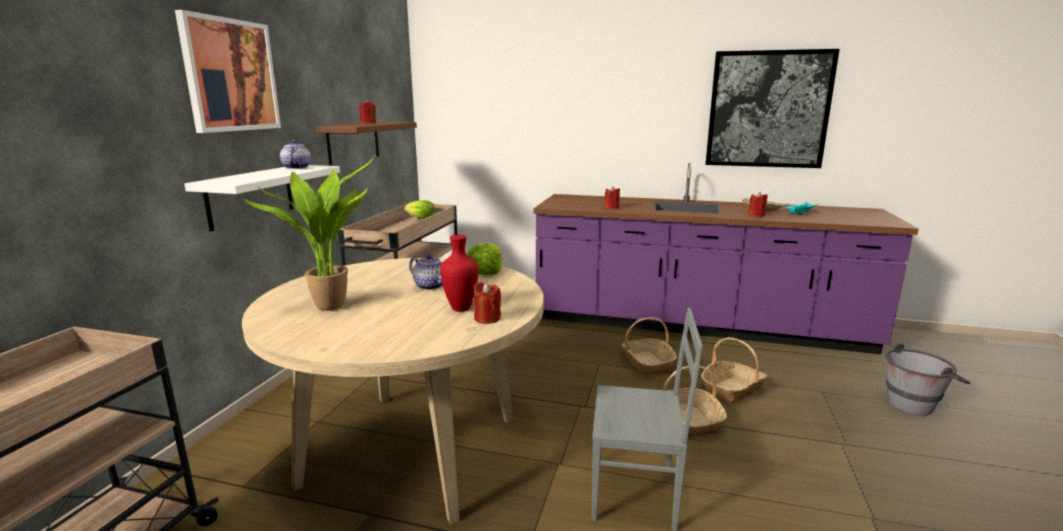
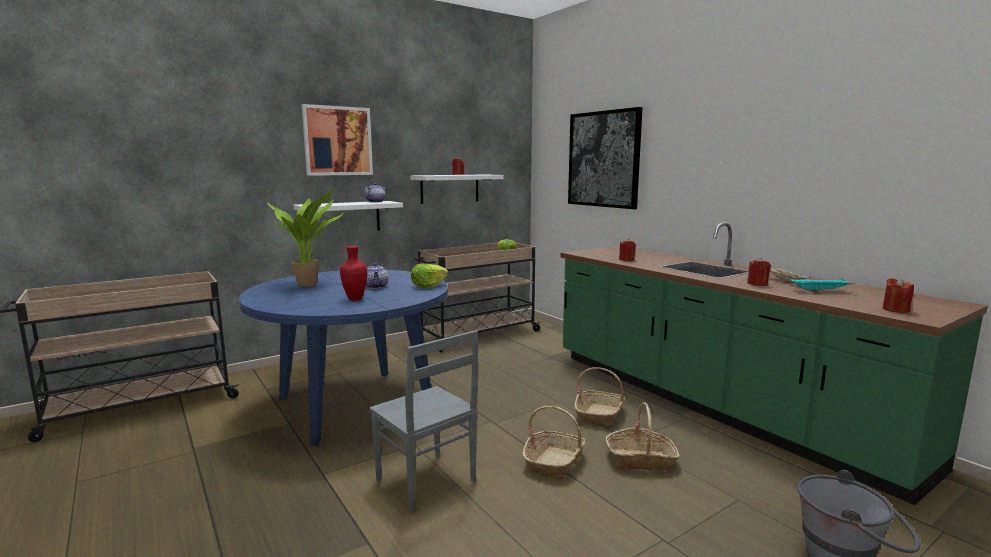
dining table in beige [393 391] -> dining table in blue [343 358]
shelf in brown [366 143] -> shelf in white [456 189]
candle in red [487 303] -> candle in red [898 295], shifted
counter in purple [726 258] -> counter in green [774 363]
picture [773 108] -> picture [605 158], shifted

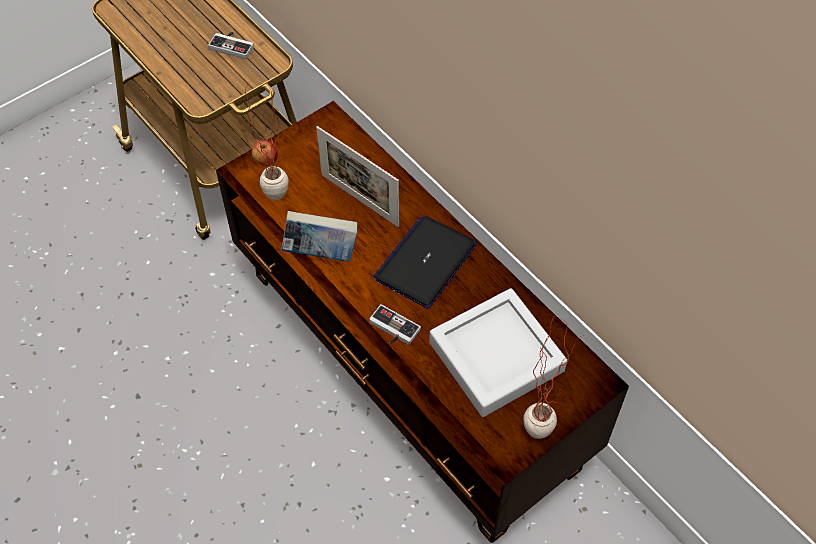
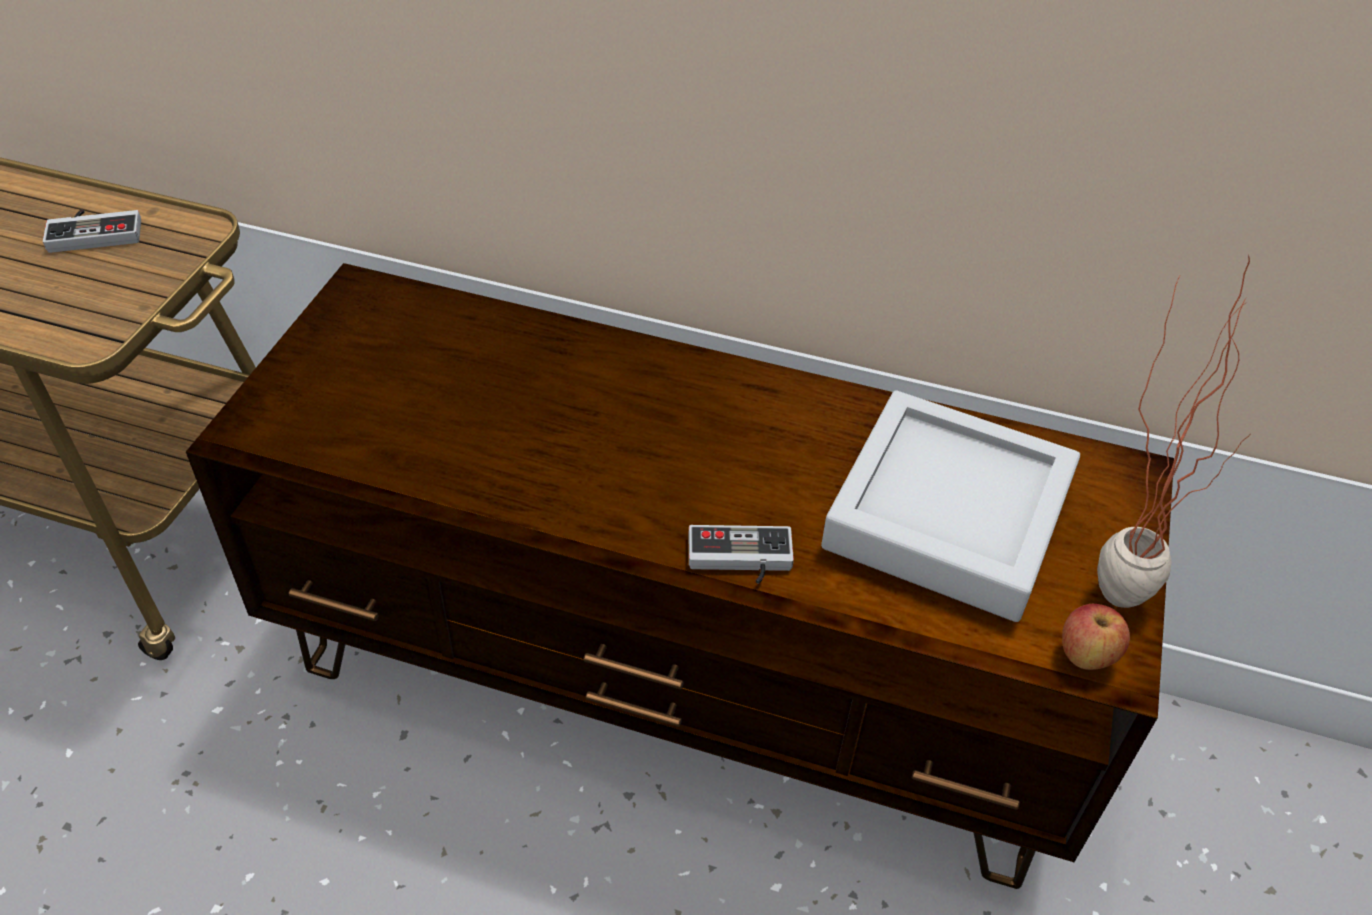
potted plant [260 140] -> none
apple [265 153] -> apple [1096 637], shifted
book [319 236] -> none
picture frame [357 176] -> none
laptop [425 262] -> none

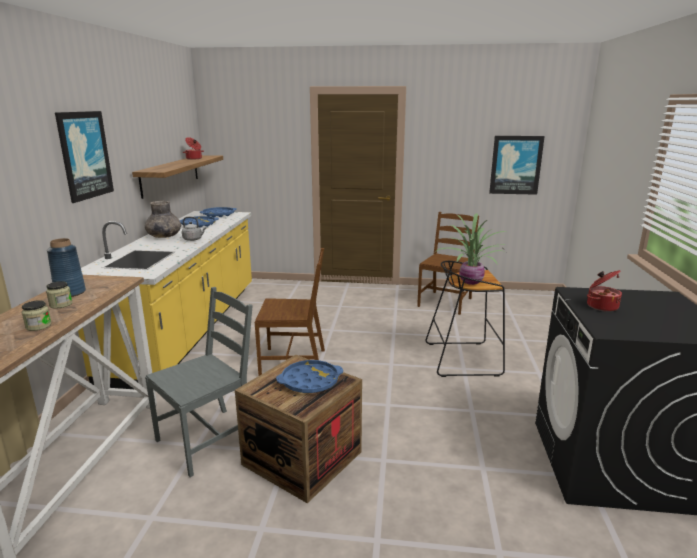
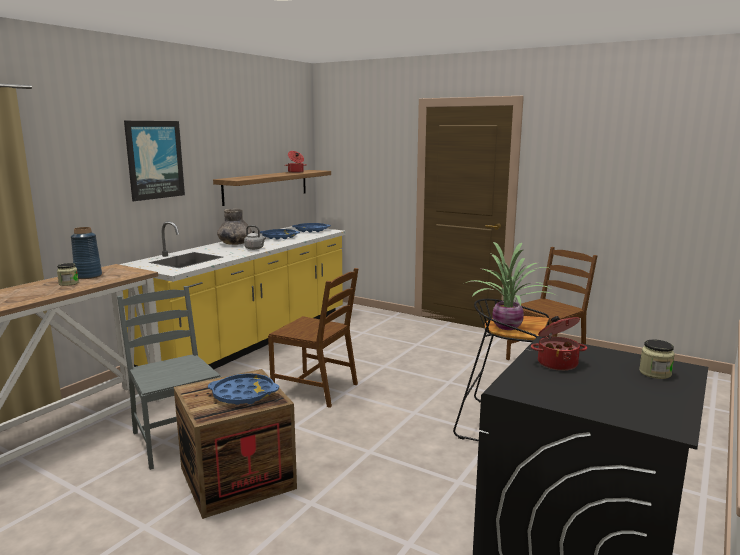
jar [36 315] -> jar [657 359], shifted
chair in grey [199 382] -> chair in grey [169 378], 105 degrees counterclockwise
picture [517 165] -> none

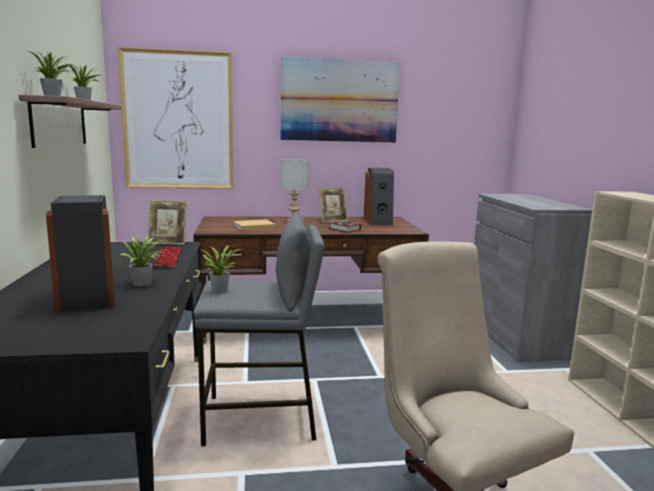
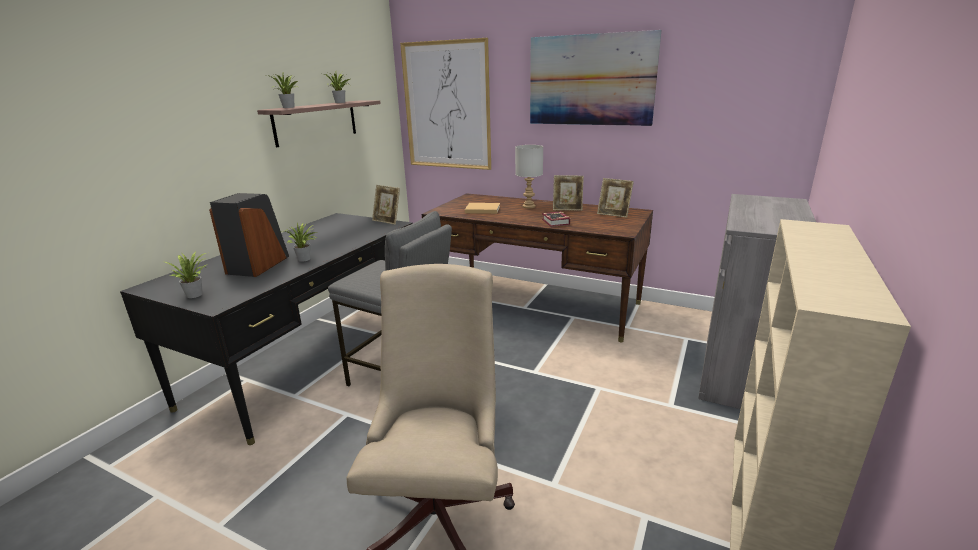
keyboard [167 256] -> none
potted plant [222 269] -> potted plant [186 275], shifted
speaker [379 197] -> picture frame [615 198]

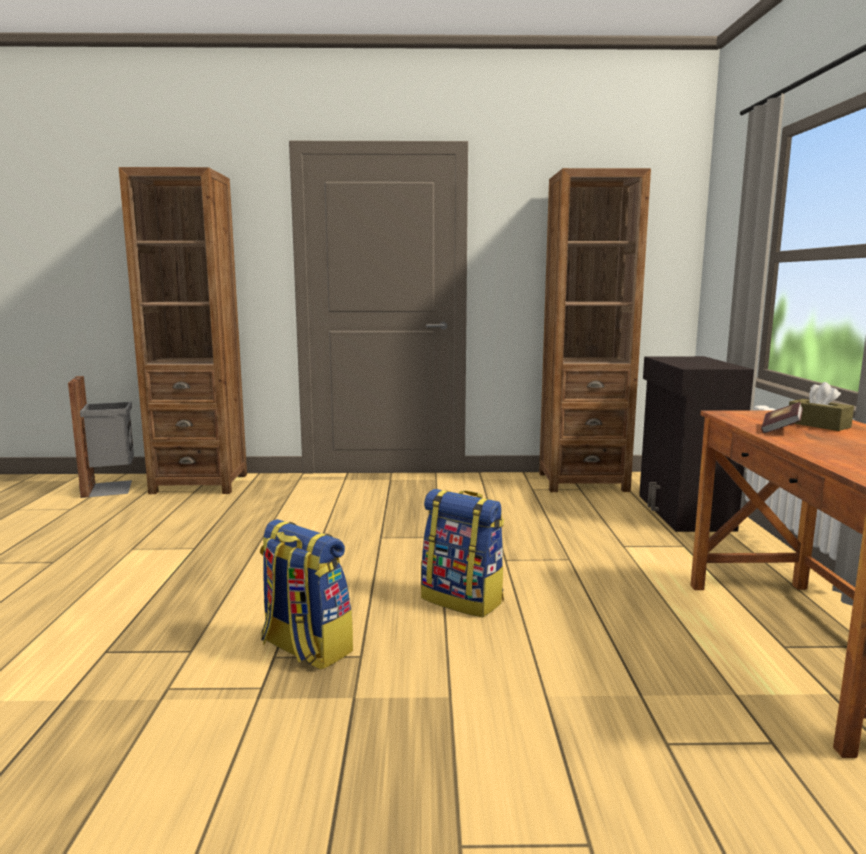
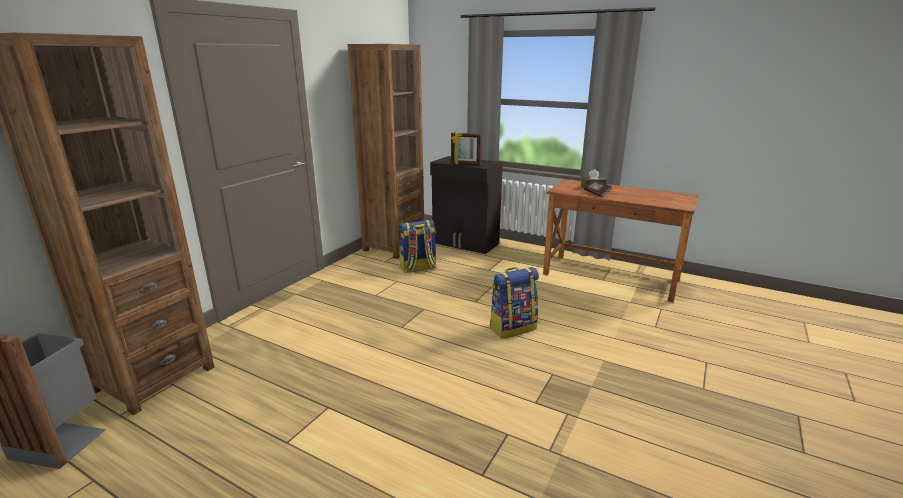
backpack [306 594] -> backpack [418 246], shifted
none -> picture frame [466 149]

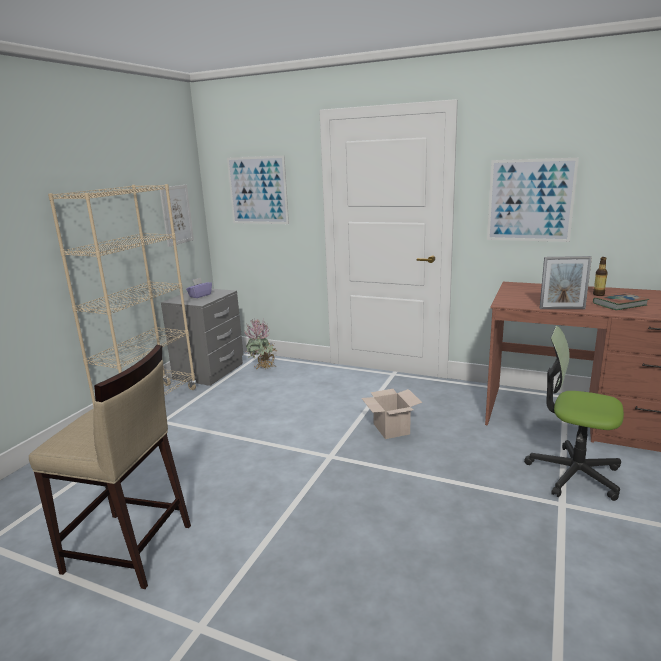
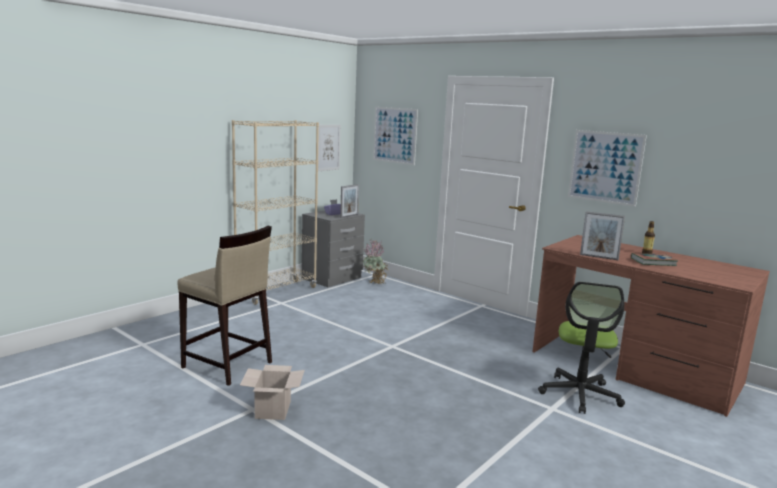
cardboard box [391 414] -> cardboard box [272 392], shifted
office chair [574 413] -> office chair [581 348], 120 degrees counterclockwise
none -> picture frame [349 201]

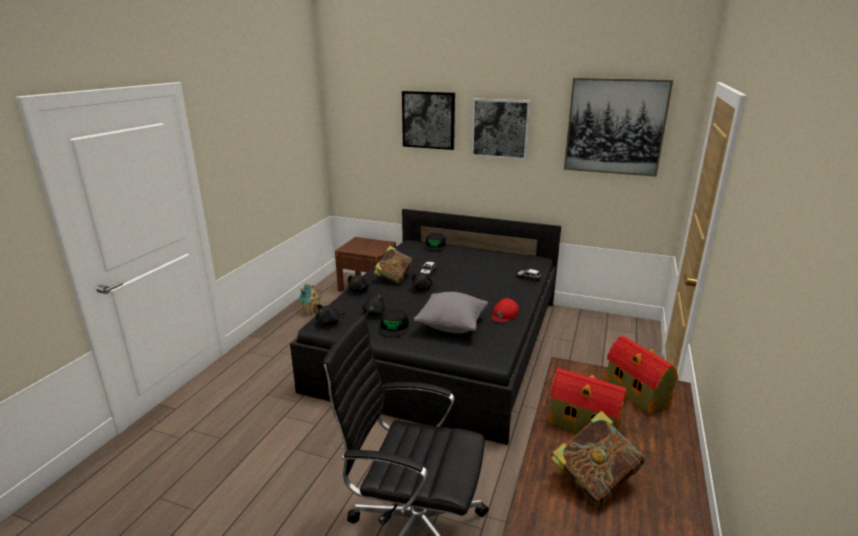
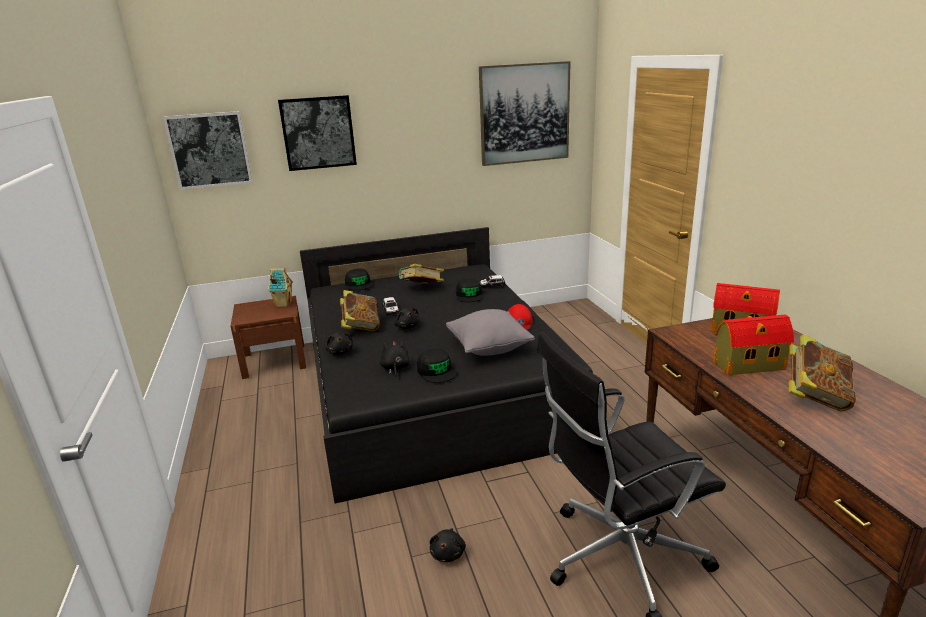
toy house [310 298] -> toy house [280 287], shifted
plush toy in black [330 314] -> plush toy in black [448 545], shifted
picture [501 129] -> picture [208 150], shifted
none -> book [421 274]
none -> cap in black [470 290]

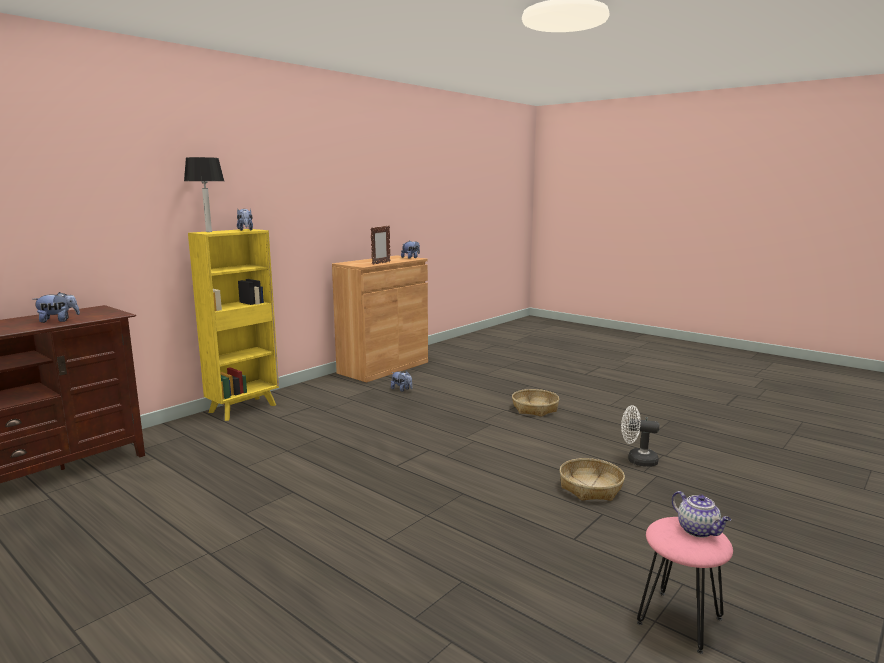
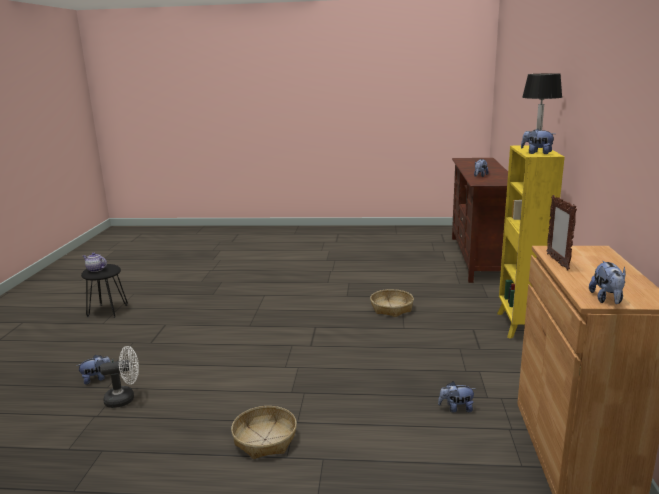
basket [592 479] -> basket [392 303], shifted
stool in pink [685 585] -> stool in black [104 291]
none -> plush toy [94 370]

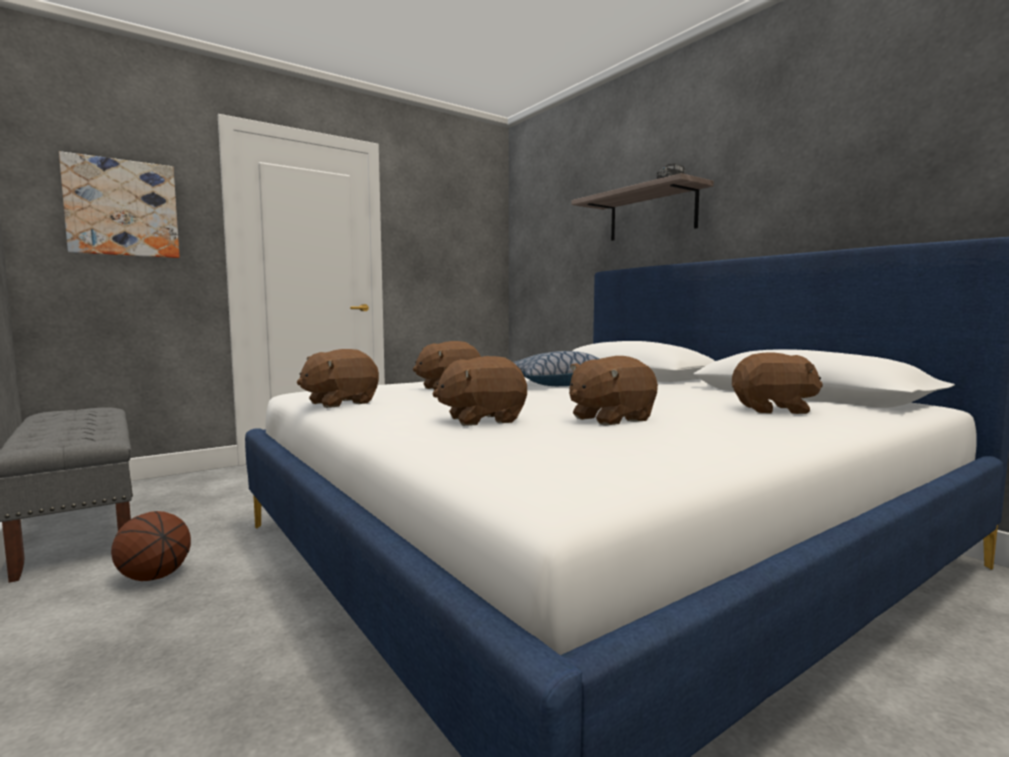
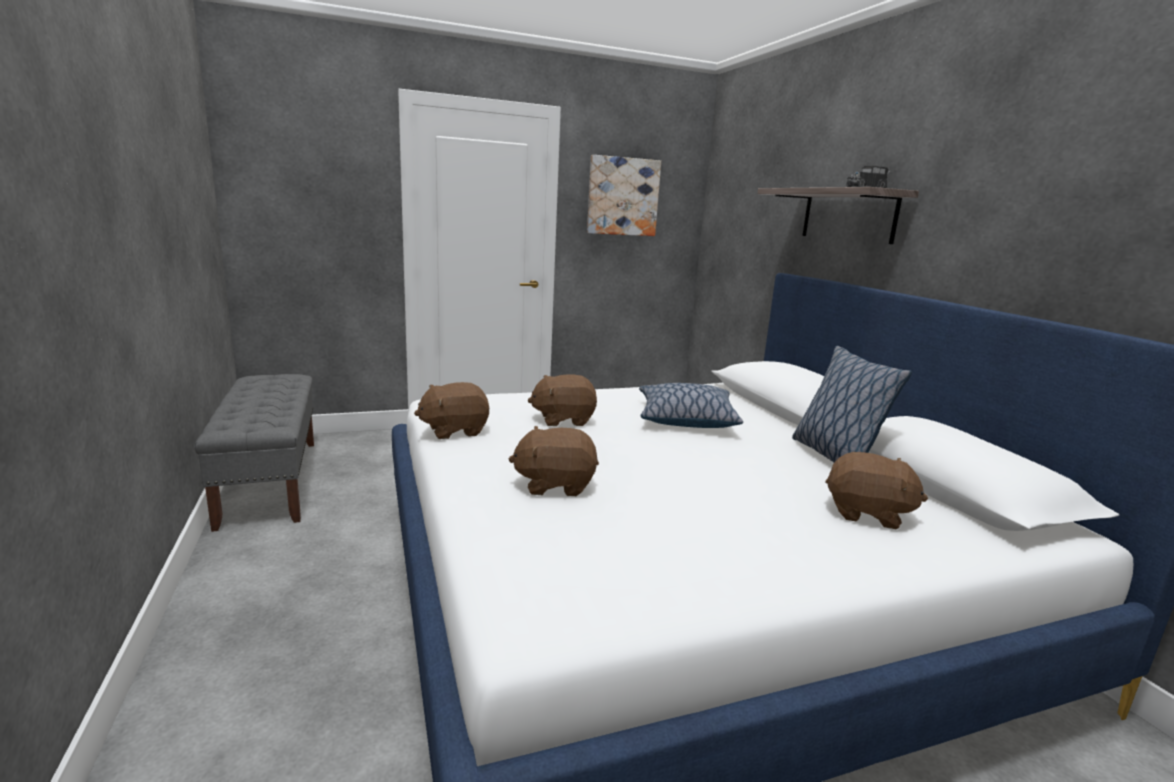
picture [119 204] -> picture [624 195], shifted
basketball [151 546] -> none
plush toy in brown [613 391] -> none
none -> pillow [852 404]

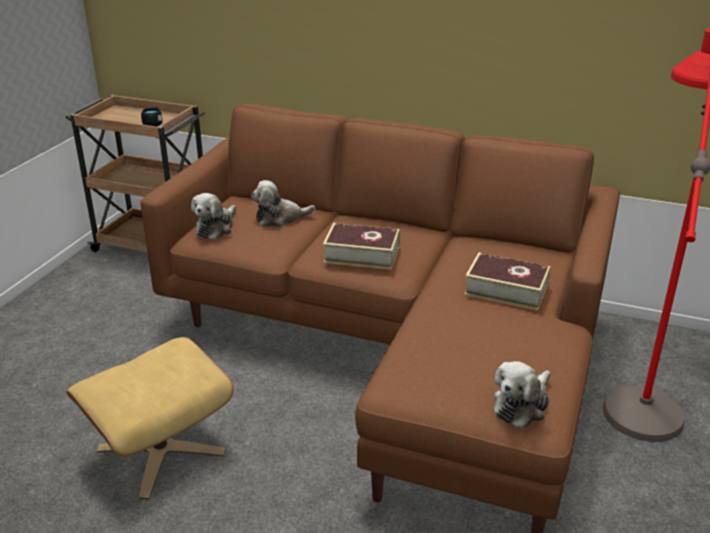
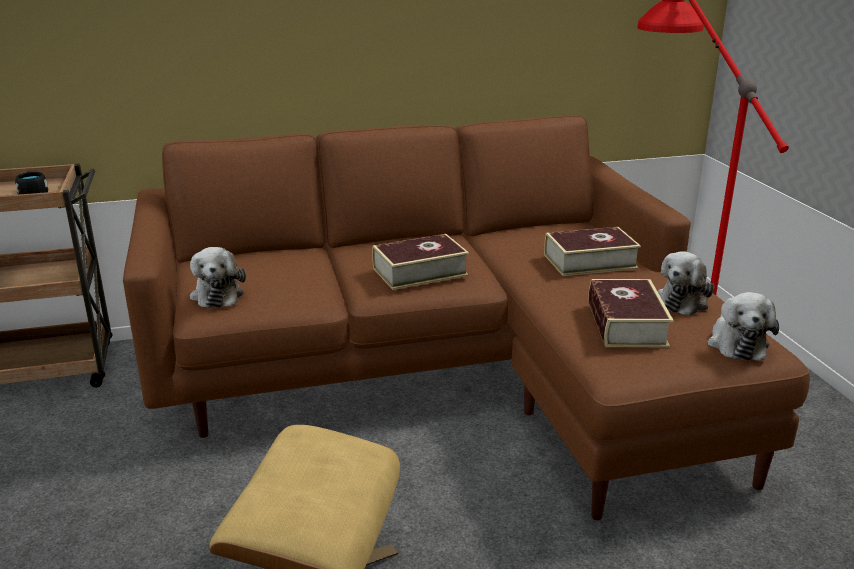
plush toy [283 203] -> plush toy [686 283], shifted
none -> book [631 313]

